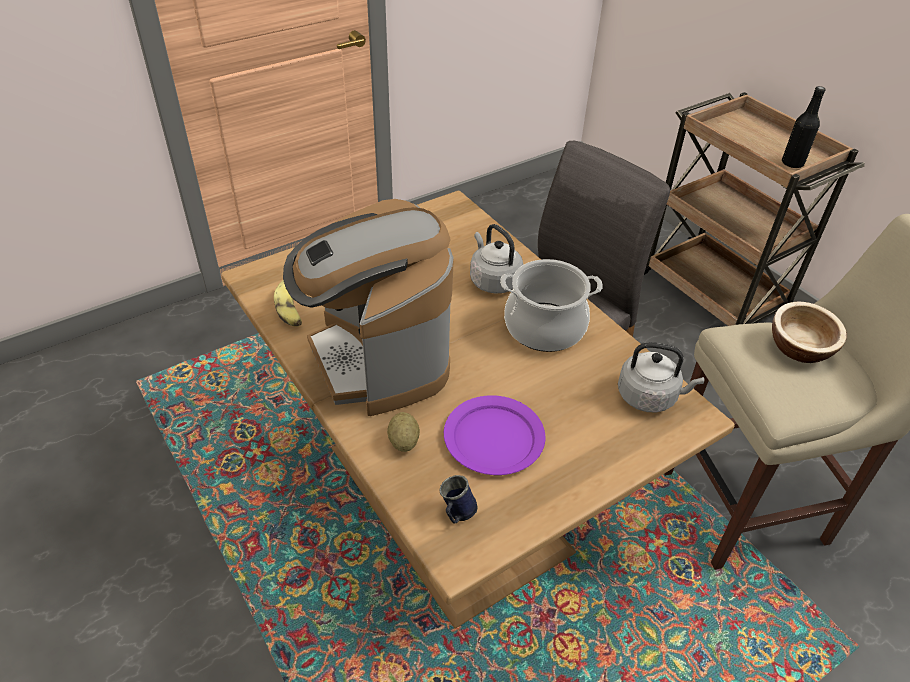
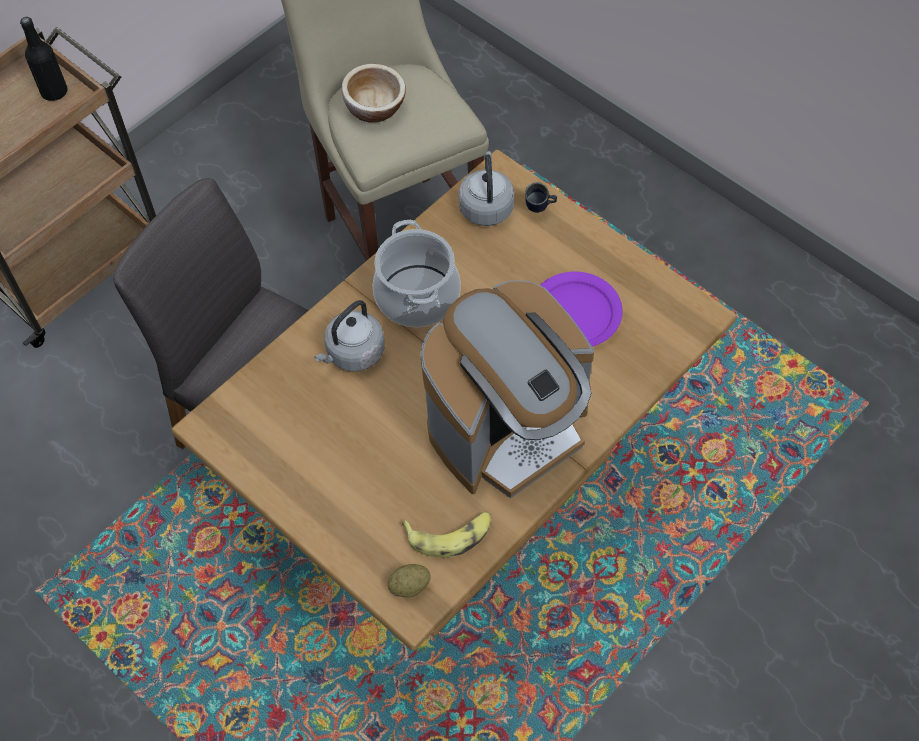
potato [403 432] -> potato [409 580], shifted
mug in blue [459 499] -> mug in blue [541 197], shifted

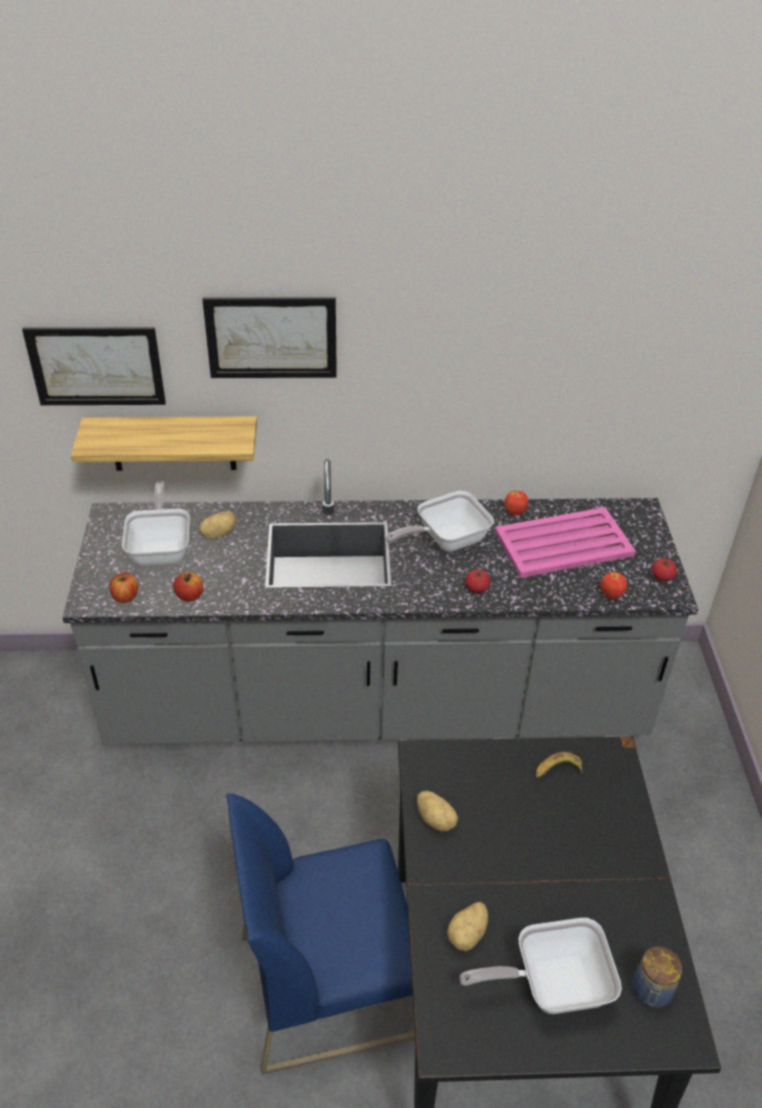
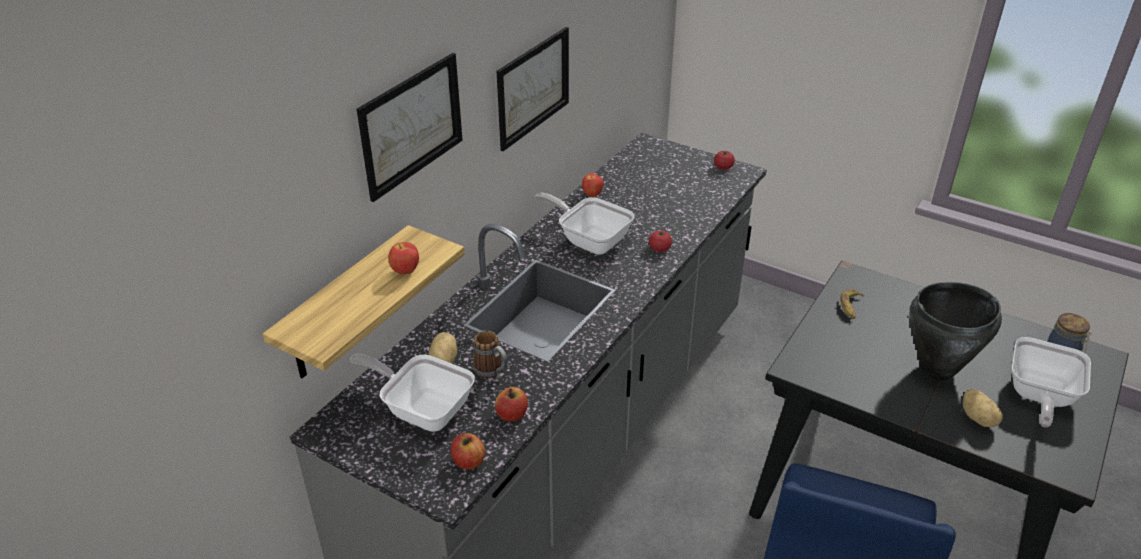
picture [94 366] -> picture [533 89], shifted
frying pan [440 521] -> frying pan [584 224], 120 degrees clockwise
potato [437 811] -> none
tray in pink [565 542] -> none
apple [613 585] -> apple [403 258], shifted
none -> mug [490 354]
none -> cooking pot in black [955 331]

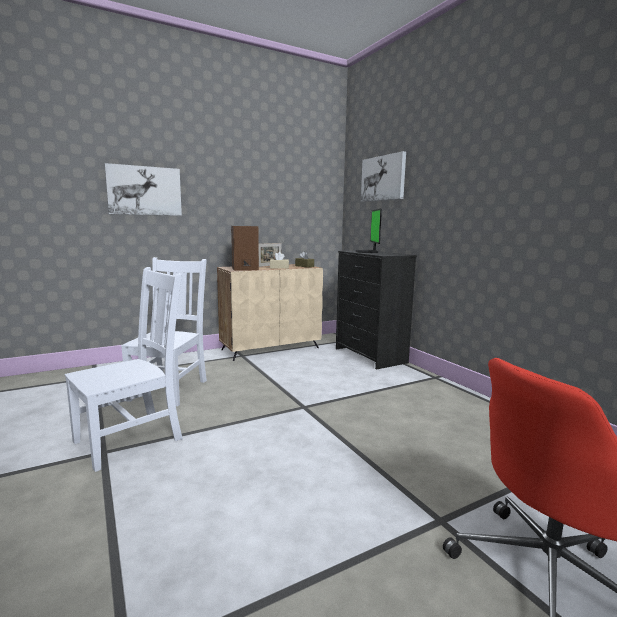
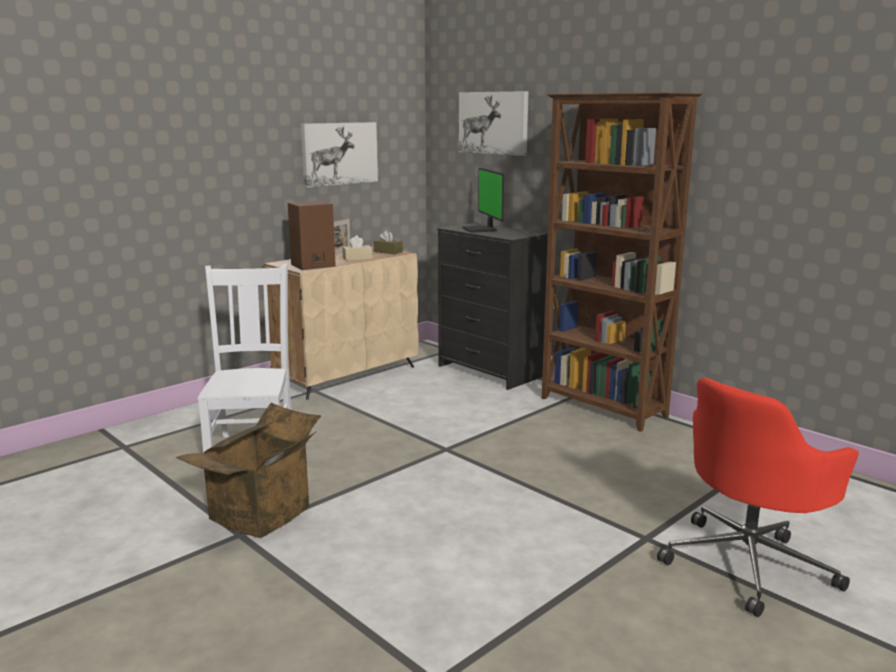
chair in white [124 369] -> cardboard box [248 470]
picture [143 189] -> picture [339 155], shifted
none -> bookcase in brown [622 262]

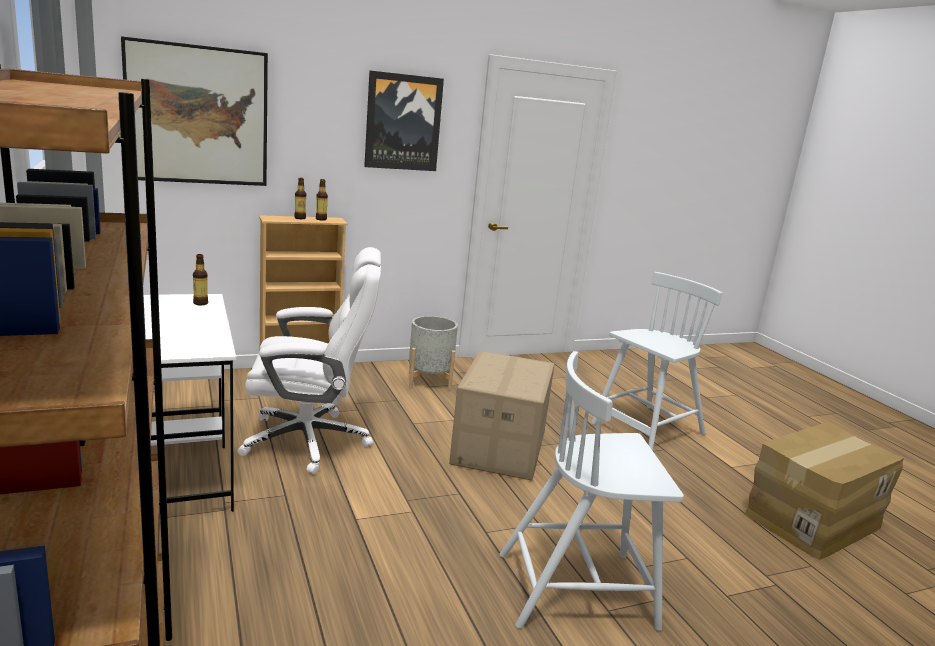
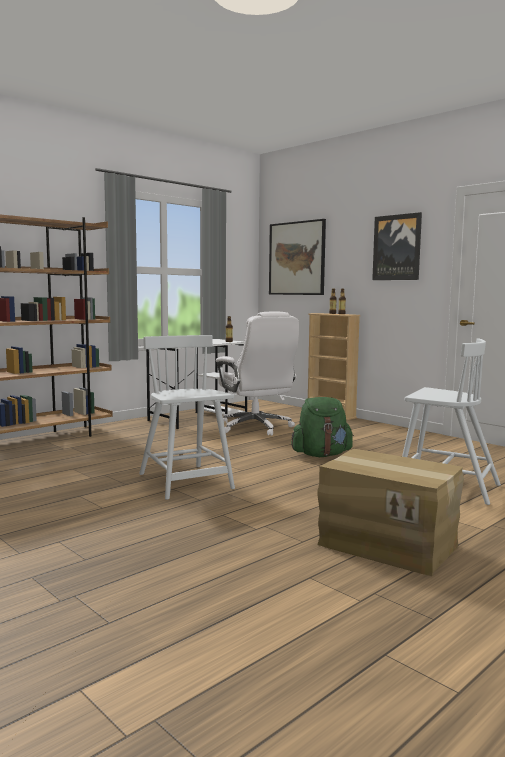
planter in grey [433 353] -> none
cardboard box [502 416] -> backpack in green [322 427]

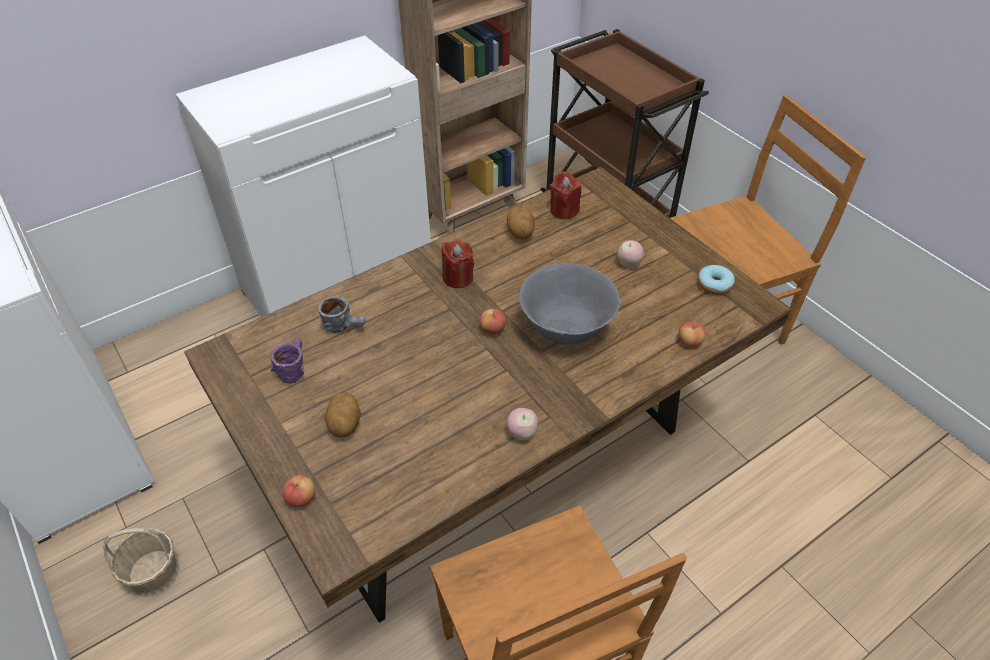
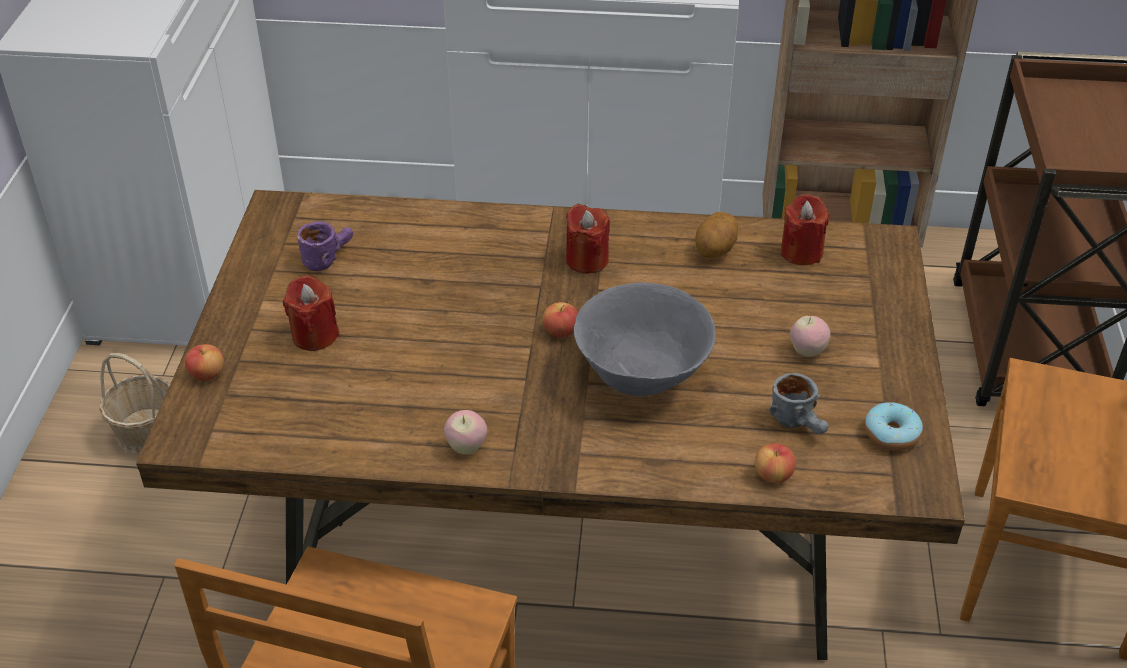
mug in grey [341 314] -> mug in grey [799 403], shifted
potato [343 414] -> candle in red [311 313]

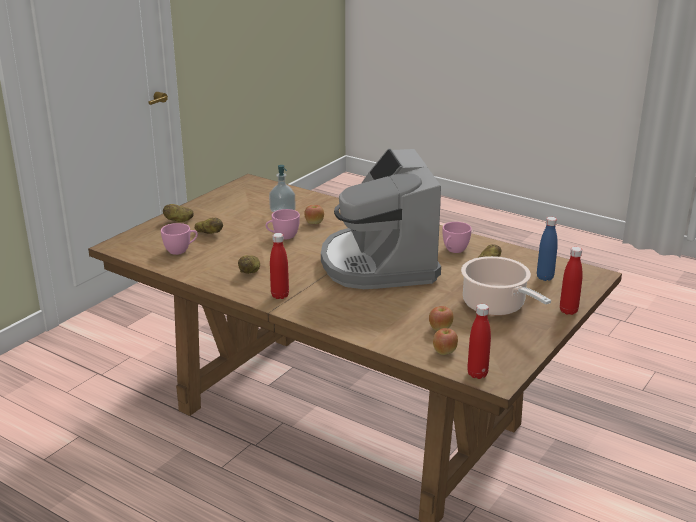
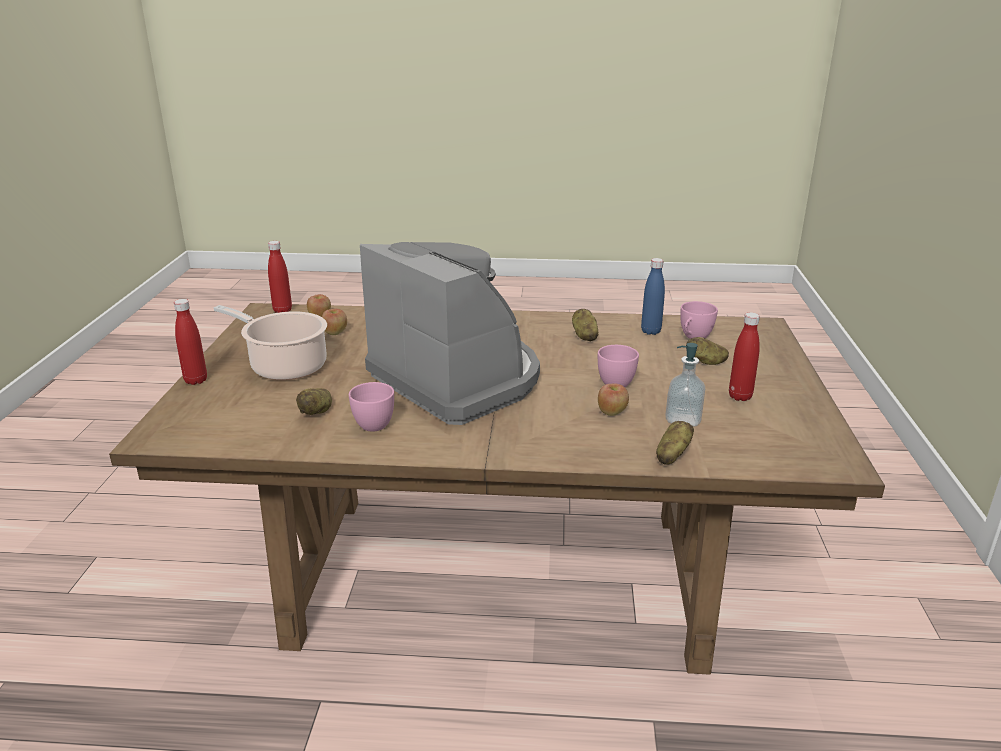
potato [178 213] -> potato [675 443], shifted
bottle in red [279 266] -> bottle in red [744 356], shifted
bottle in blue [547 249] -> bottle in blue [653 296], shifted

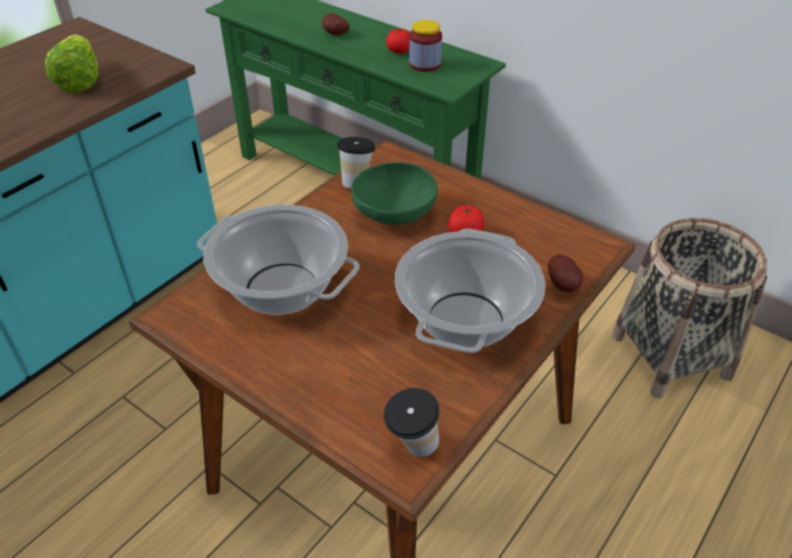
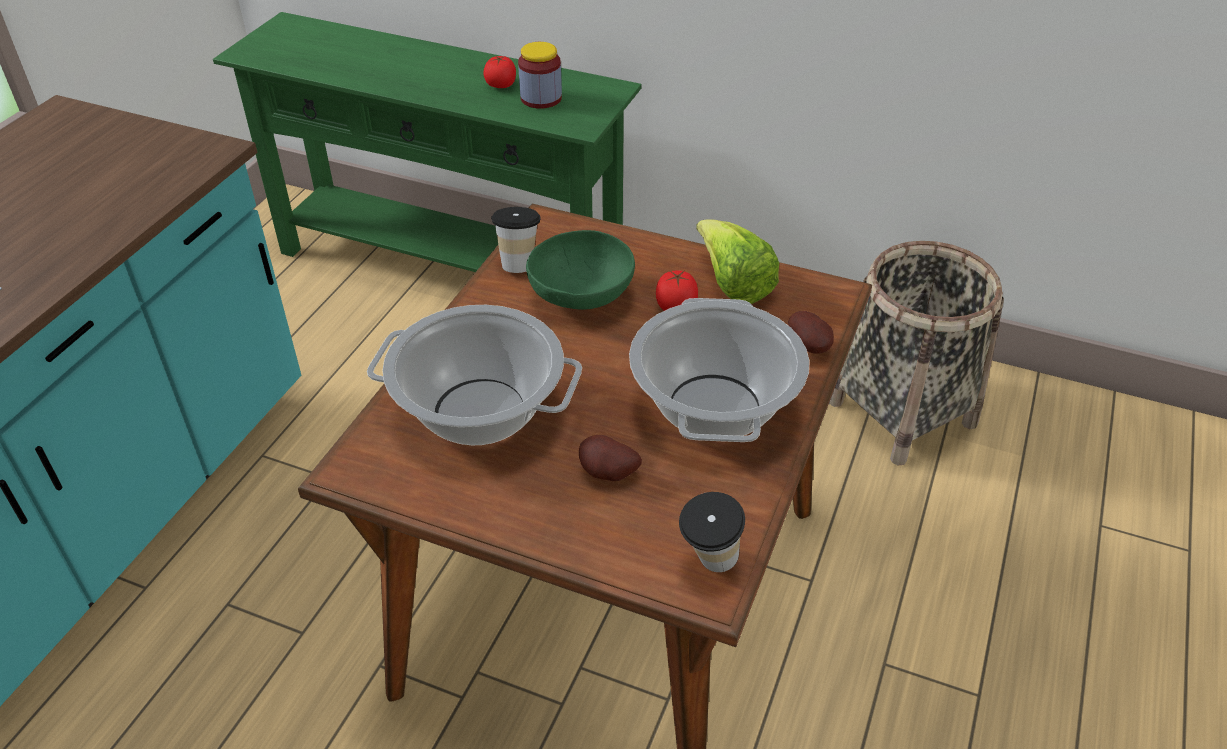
lettuce [71 63] -> lettuce [737 261], shifted
potato [336 24] -> potato [610 458], shifted

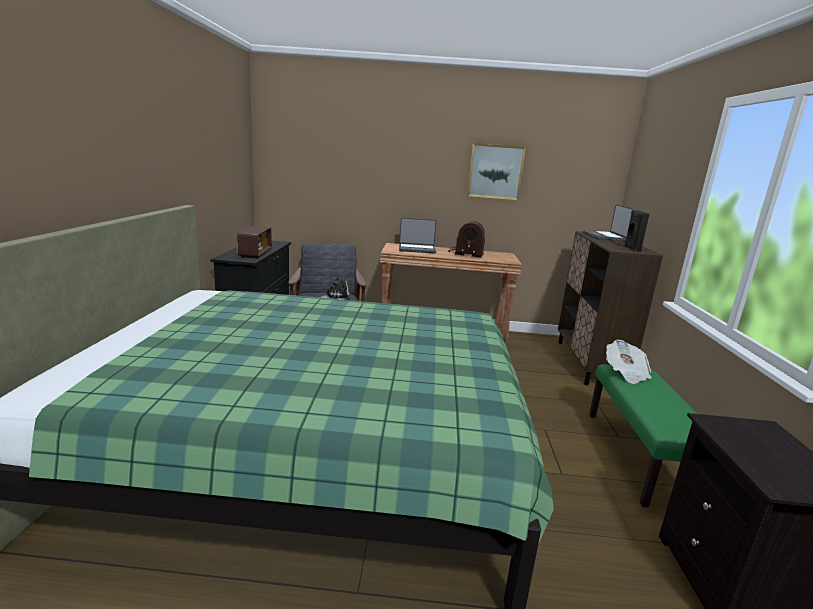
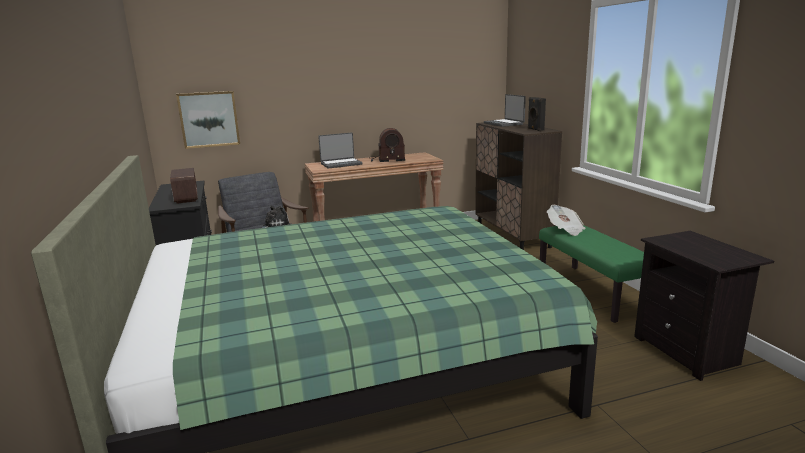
picture [496 171] -> picture [208 120], shifted

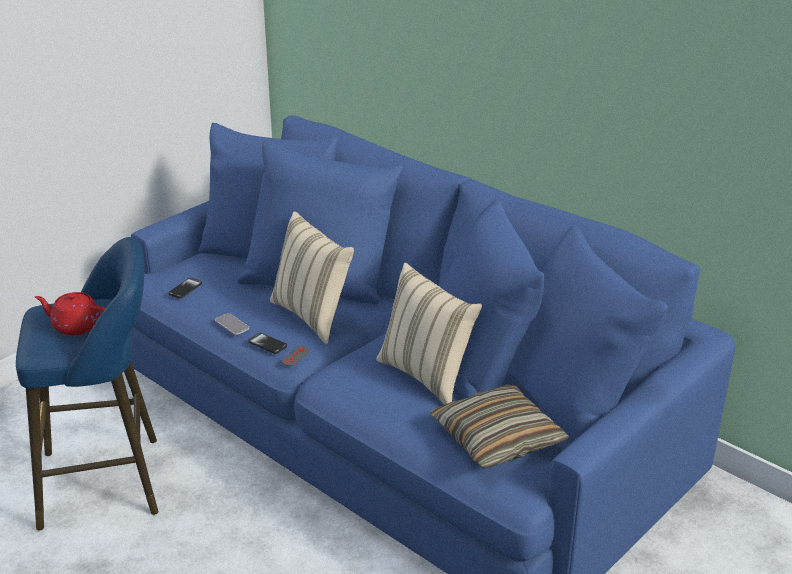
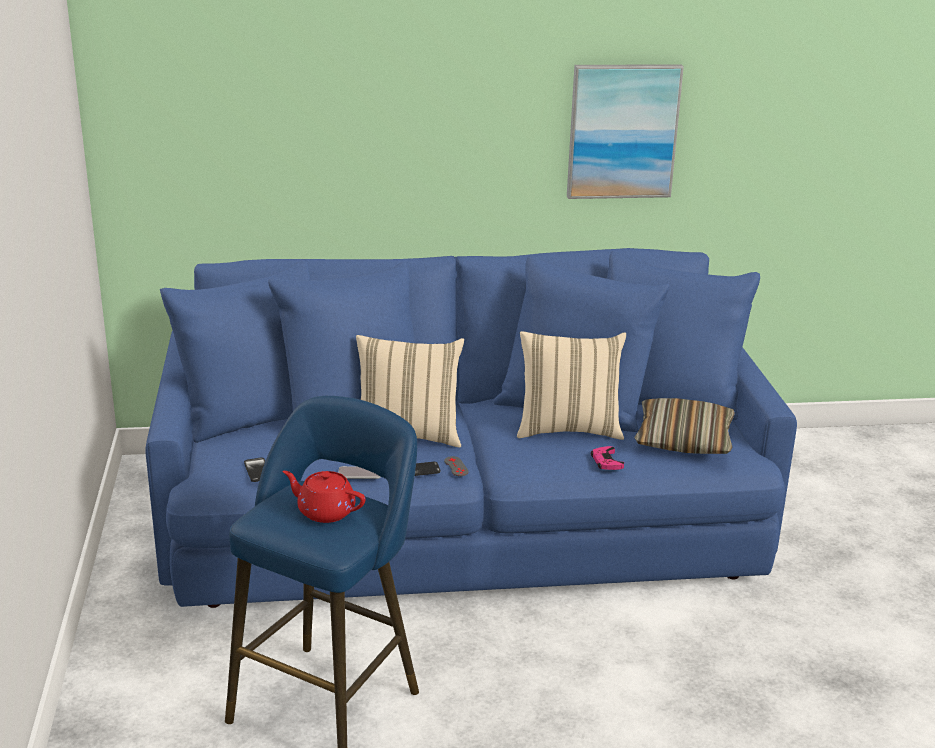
teapot in red [70 313] -> teapot in red [323 497], 60 degrees clockwise
none -> picture [625 131]
none -> game controller in pink [607 458]

